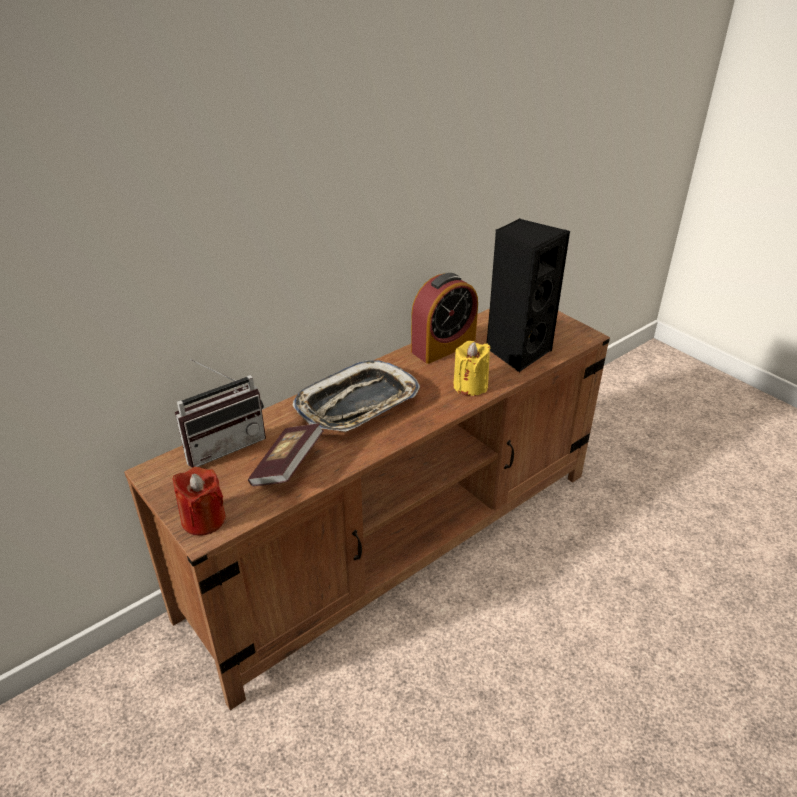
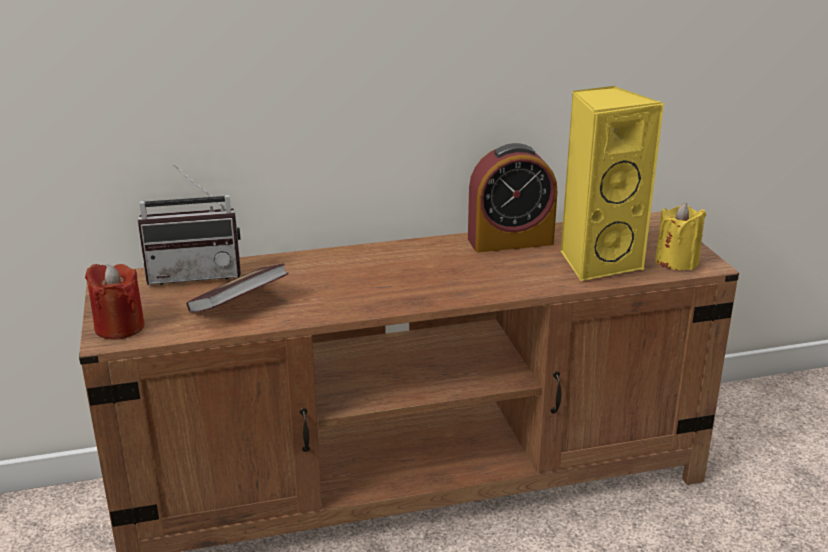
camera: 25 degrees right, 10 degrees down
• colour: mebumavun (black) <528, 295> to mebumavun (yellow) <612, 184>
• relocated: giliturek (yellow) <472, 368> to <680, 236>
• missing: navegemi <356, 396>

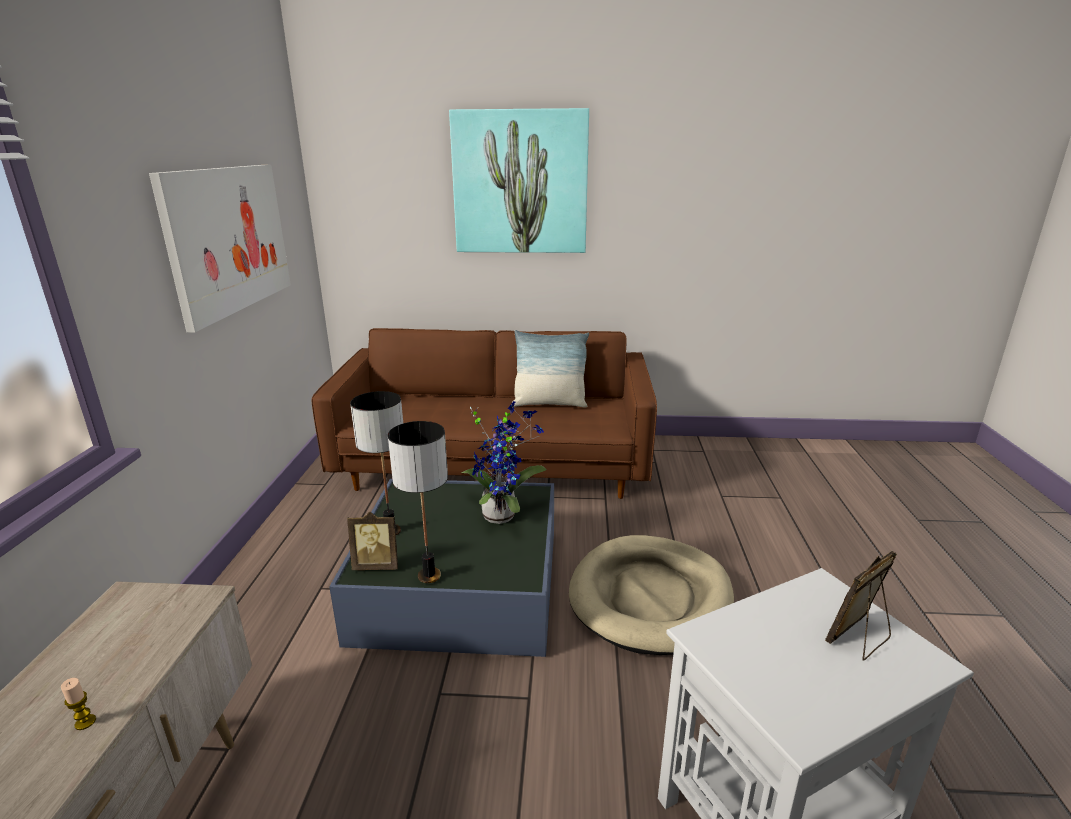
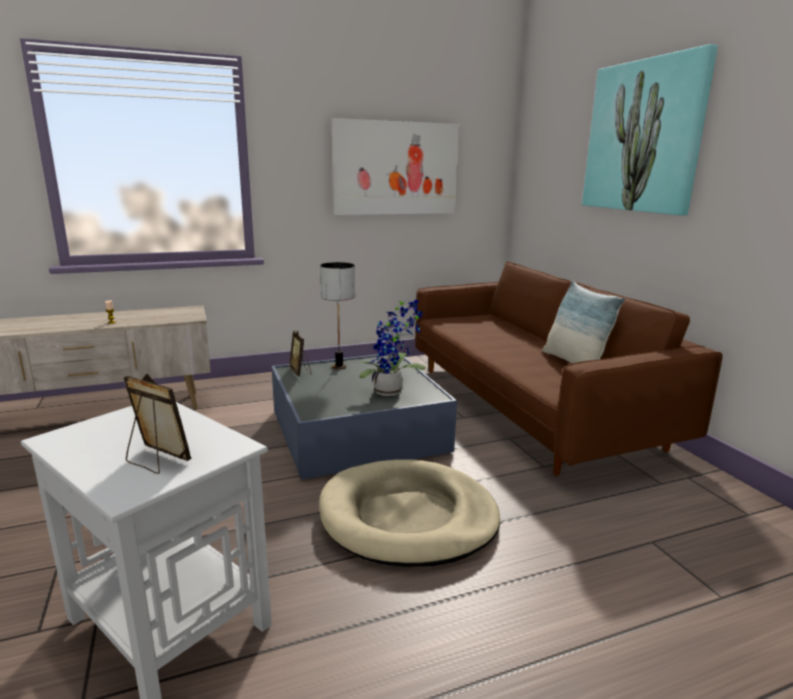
camera: 65 degrees right, 5 degrees down
• missing: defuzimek <418, 502>

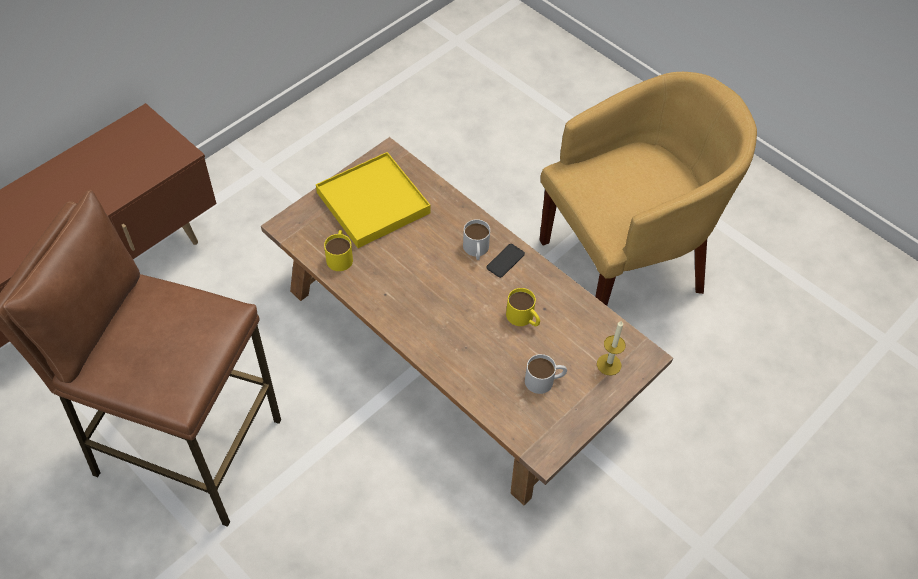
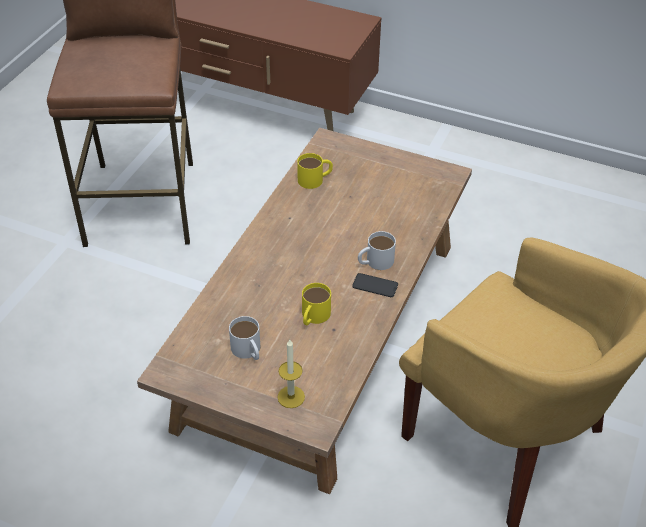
camera: 70 degrees right, 10 degrees down
• missing: navegemi (yellow) <373, 200>

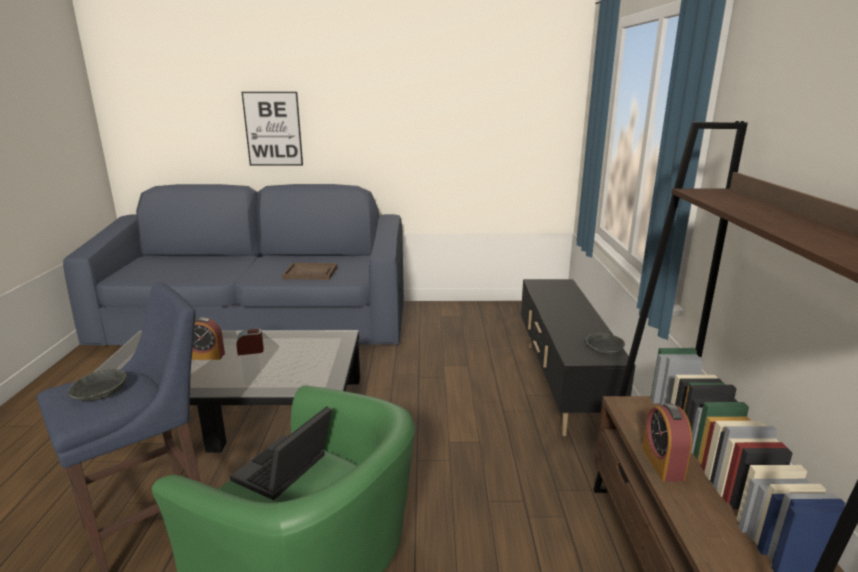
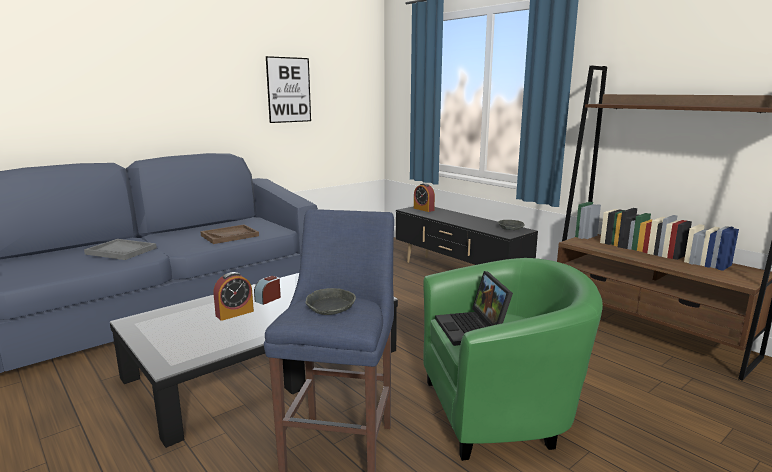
camera: 40 degrees left, 5 degrees down
• relocated: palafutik <272, 129> to <288, 89>
• relocated: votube <667, 442> to <424, 197>
• appeared: navegemi (grey) <120, 249>

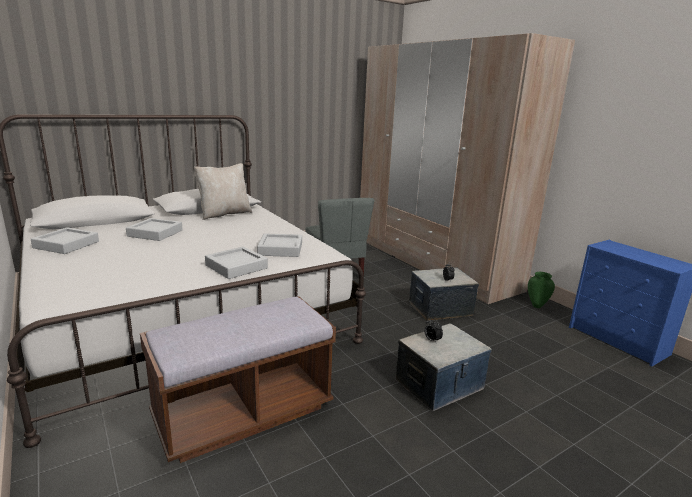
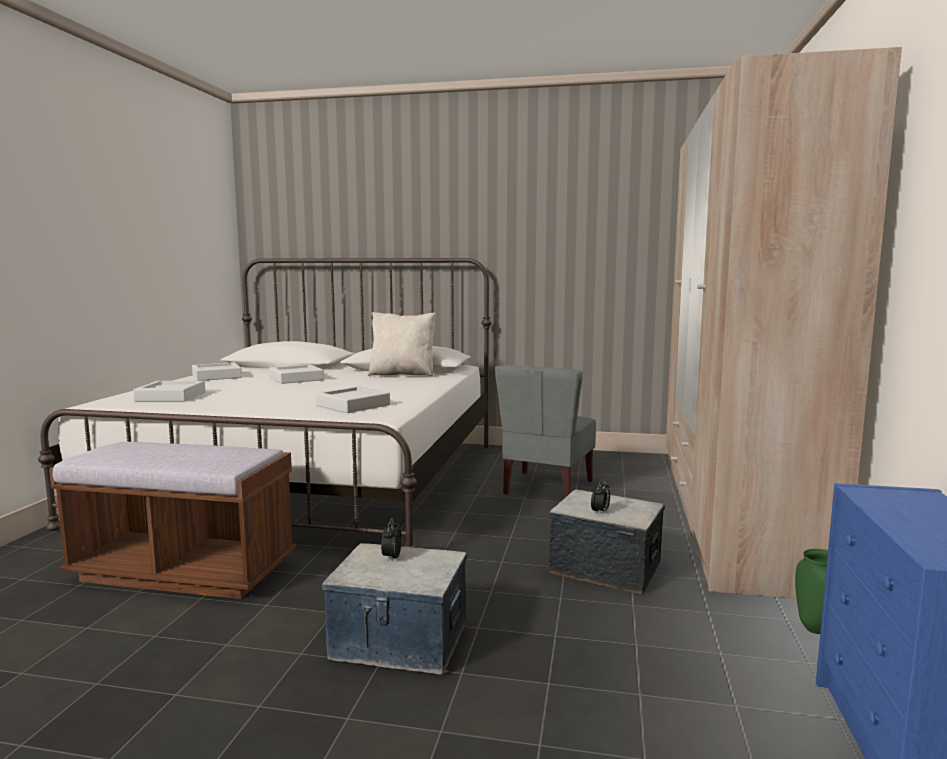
camera: 45 degrees right, 10 degrees down
• relocated: navegemi (grey) <236, 262> to <169, 391>

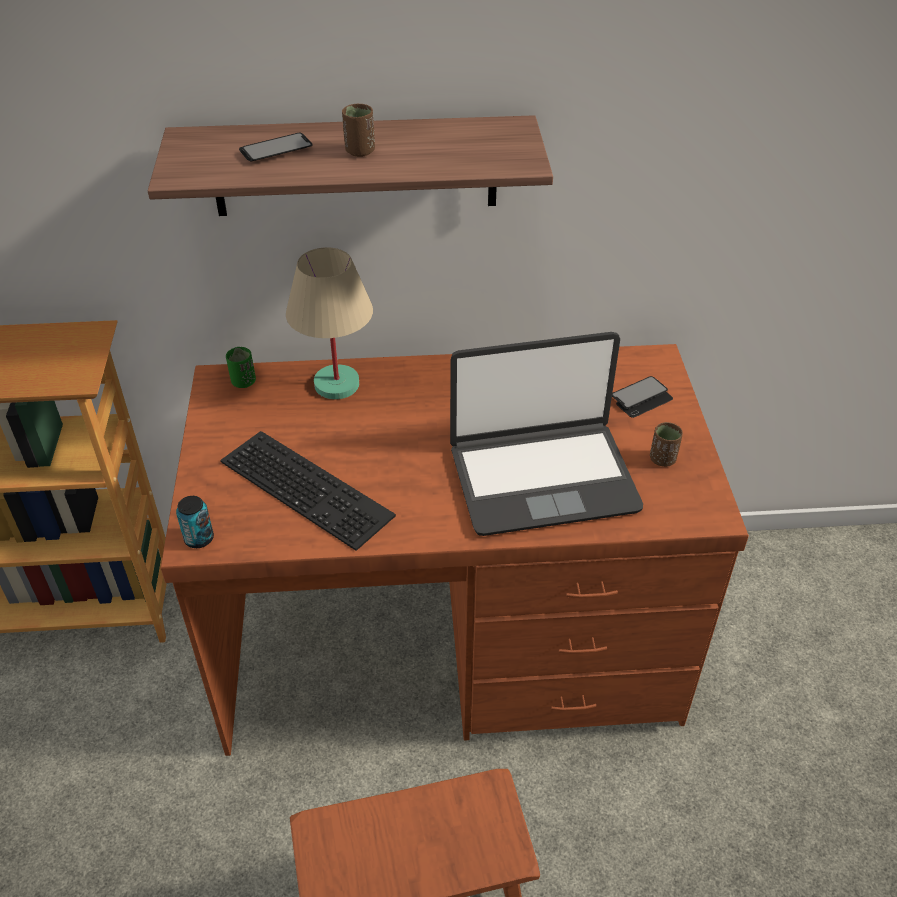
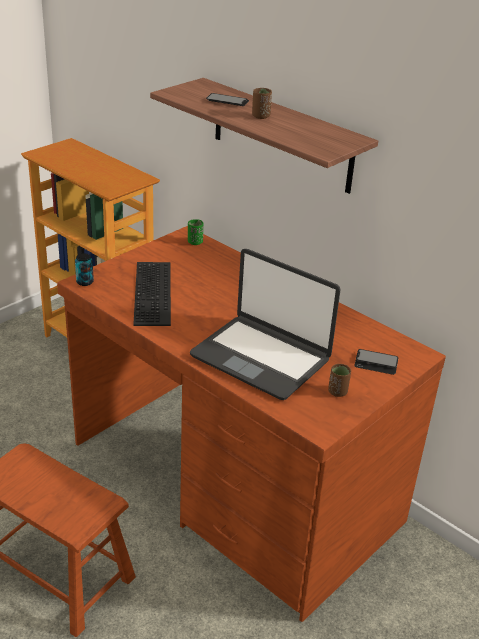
camera: 45 degrees right, 10 degrees down
• missing: defuzimek (beige) <329, 323>

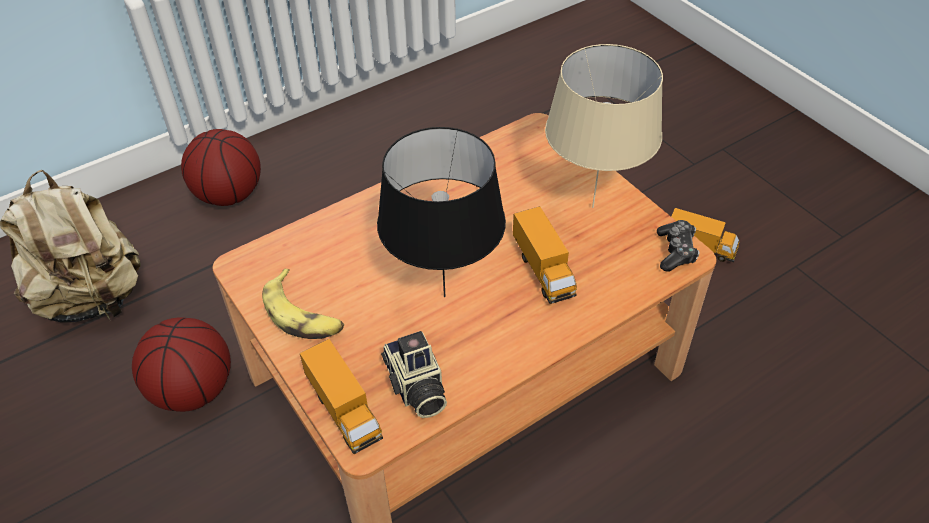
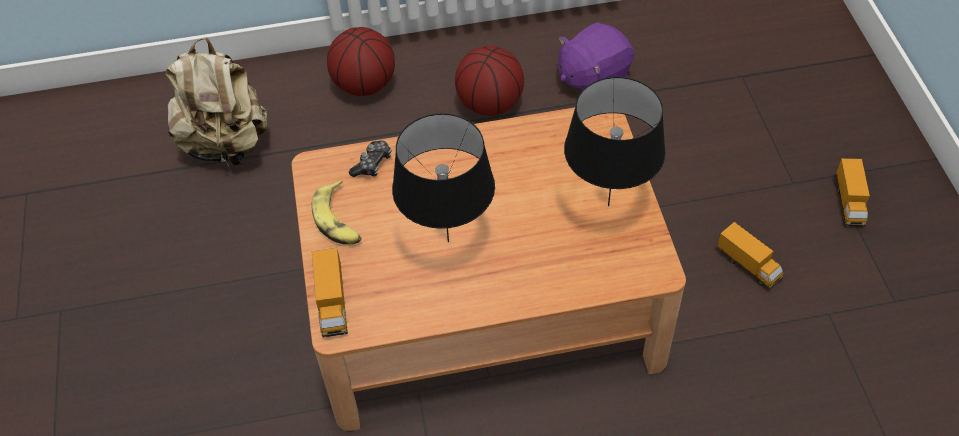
camera: 25 degrees right, 5 degrees up
• colour: defuzimek (beige) <604, 126> to defuzimek (black) <615, 141>
• relocated: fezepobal <545, 255> to <853, 192>
• relocated: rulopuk <678, 246> to <370, 159>
• relocated: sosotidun <181, 364> to <489, 81>
• missing: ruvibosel <414, 374>
• appeared: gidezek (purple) <596, 56>

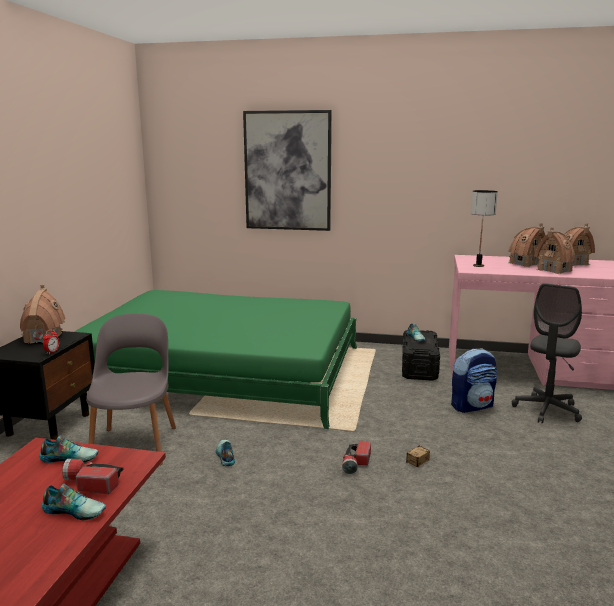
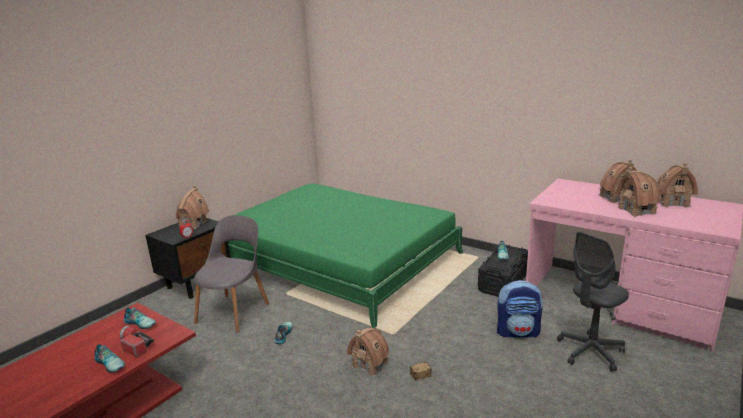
camera: 25 degrees right, 5 degrees up
• missing: palafutik <287, 170>
• missing: defuzimek <484, 228>
• exchanged: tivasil <356, 457> to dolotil <368, 352>

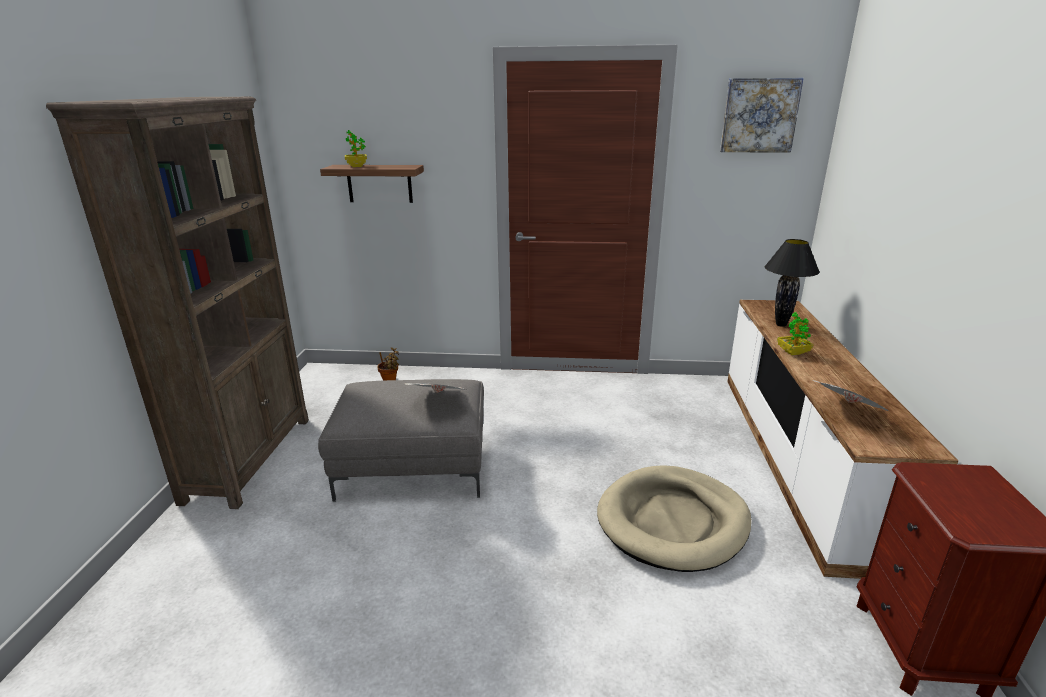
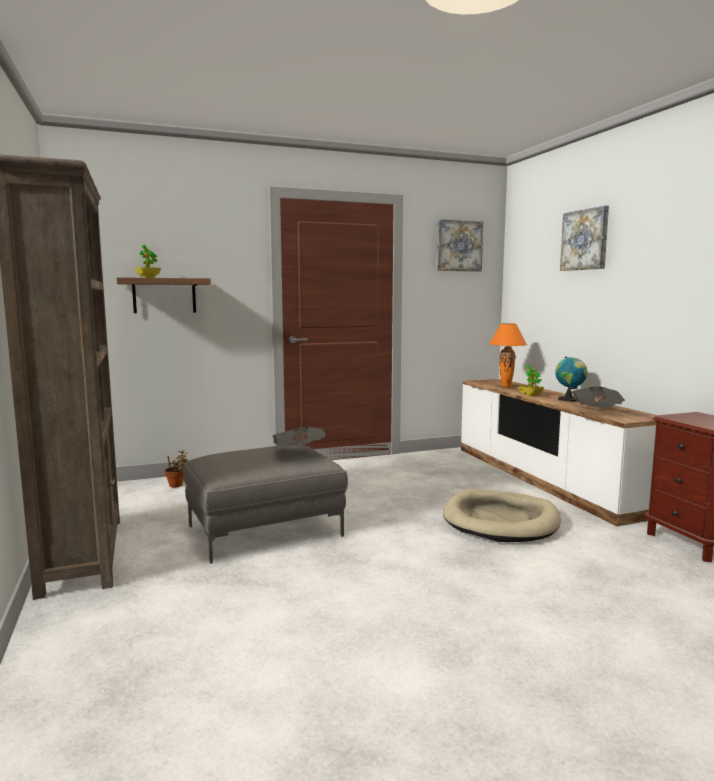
camera: 25 degrees left, 15 degrees down
• colour: defuzimek (black) <792, 283> to defuzimek (orange) <508, 355>
• appeared: palafutik <584, 238>
• appeared: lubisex <571, 379>

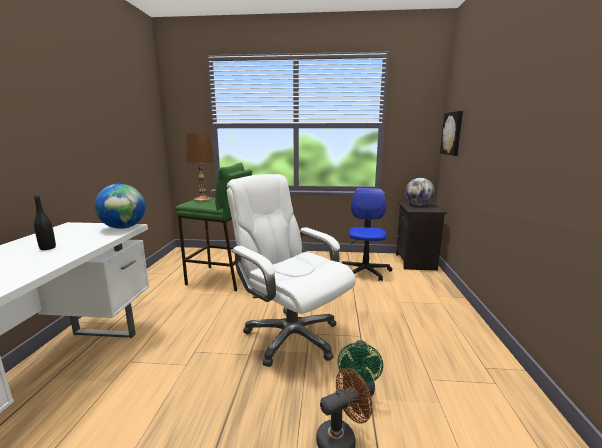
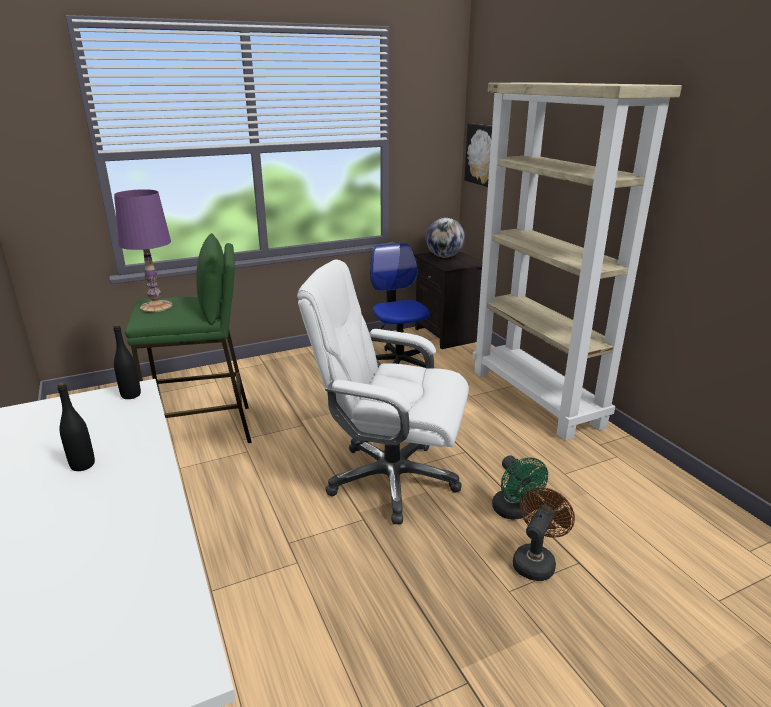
camera: 30 degrees left, 10 degrees up
• colour: defuzimek (brown) <200, 167> to defuzimek (purple) <143, 250>
• exchanged: lubisex <119, 206> to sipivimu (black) <127, 361>
• appeared: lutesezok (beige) <577, 261>

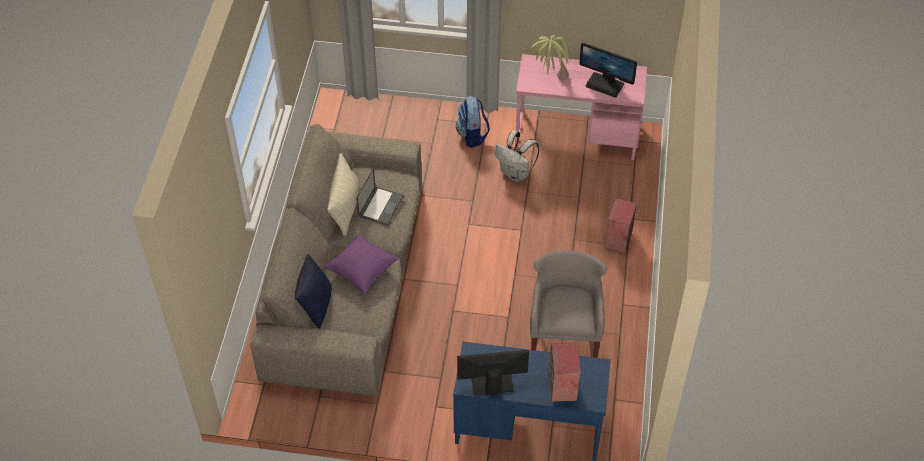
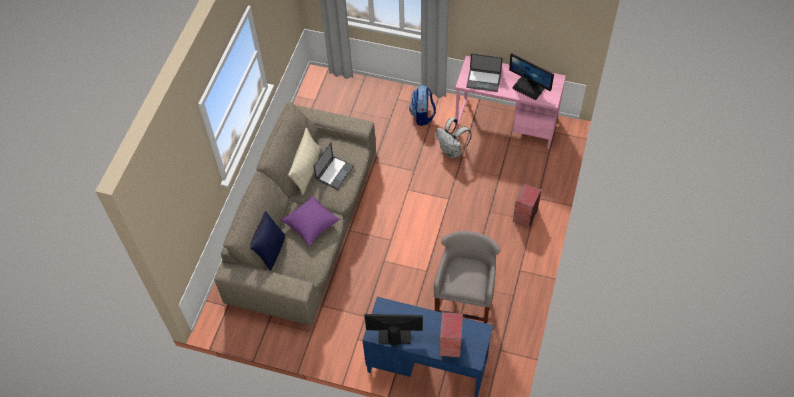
camera: 10 degrees right, 5 degrees up
• exchanged: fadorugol <549, 57> to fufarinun <484, 72>

